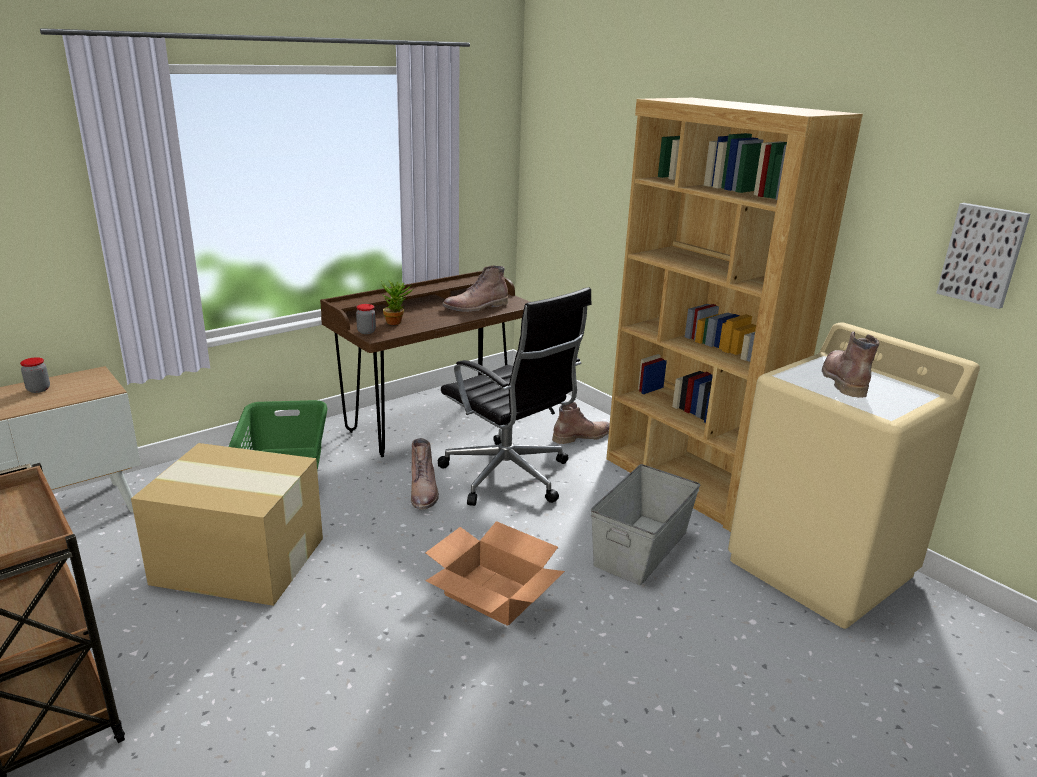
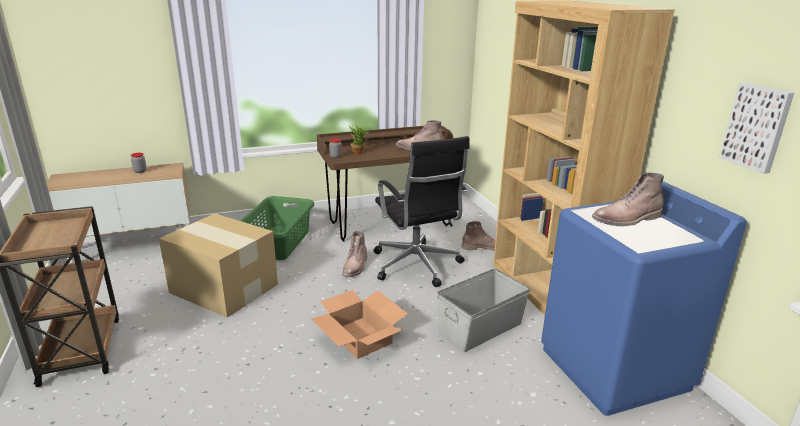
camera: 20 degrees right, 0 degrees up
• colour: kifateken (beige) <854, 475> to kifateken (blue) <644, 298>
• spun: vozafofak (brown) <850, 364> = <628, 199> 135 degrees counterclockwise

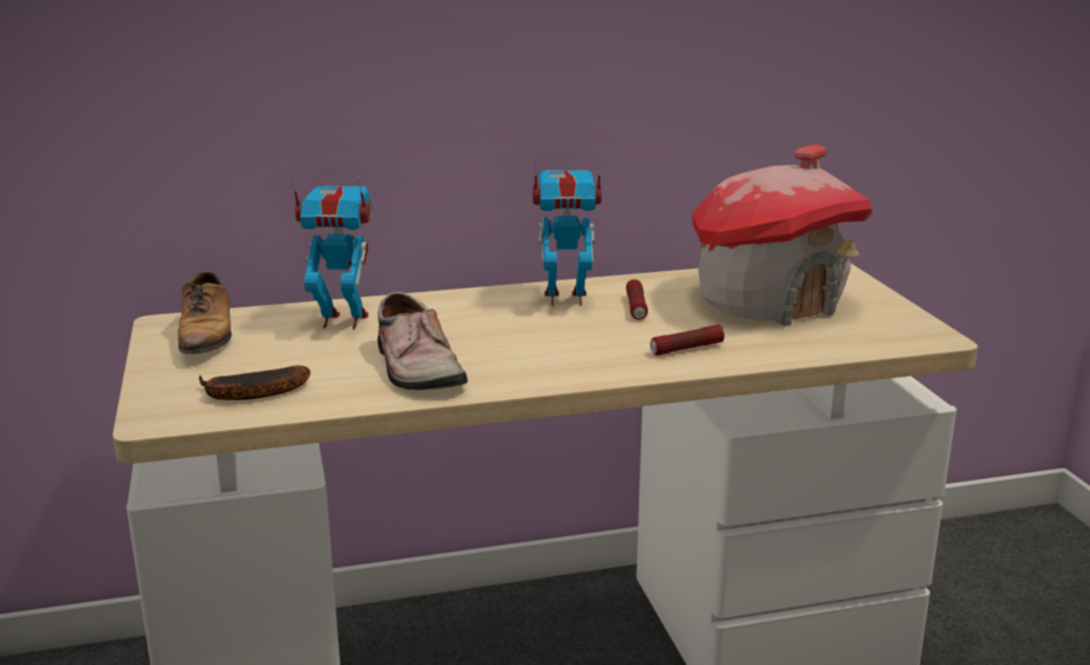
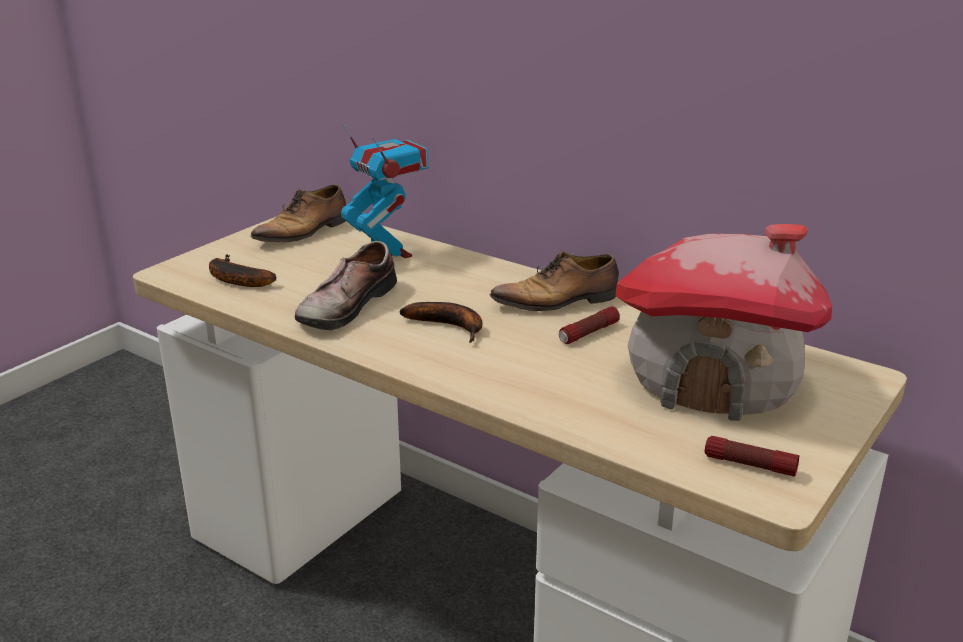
camera: 50 degrees right, 5 degrees up
• exchanged: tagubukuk <567, 232> to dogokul <554, 281>
• relocated: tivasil <687, 340> to <752, 456>
• appeared: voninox <441, 322>

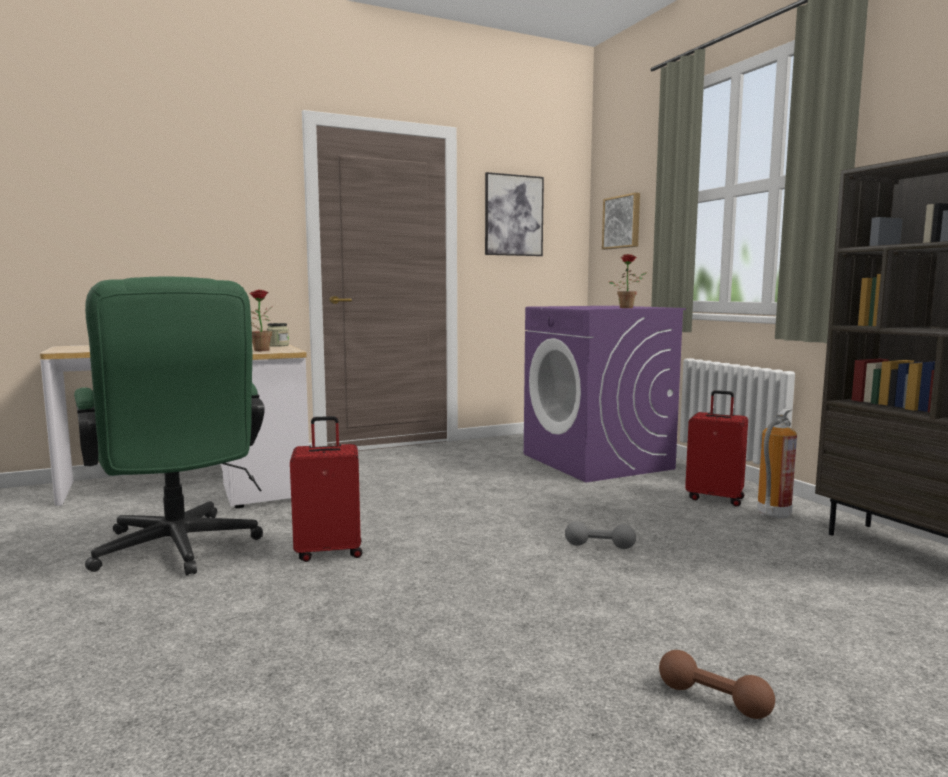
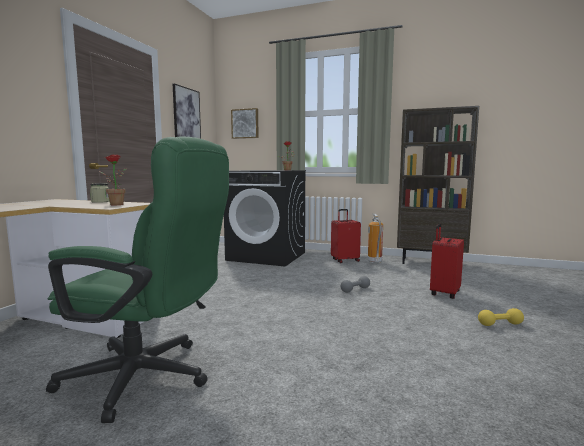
camera: 45 degrees left, 0 degrees up
• colour: kifateken (purple) <605, 394> to kifateken (black) <265, 218>
• relocated: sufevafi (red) <326, 489> to <447, 261>
• colour: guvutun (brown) <717, 684> to guvutun (yellow) <501, 317>

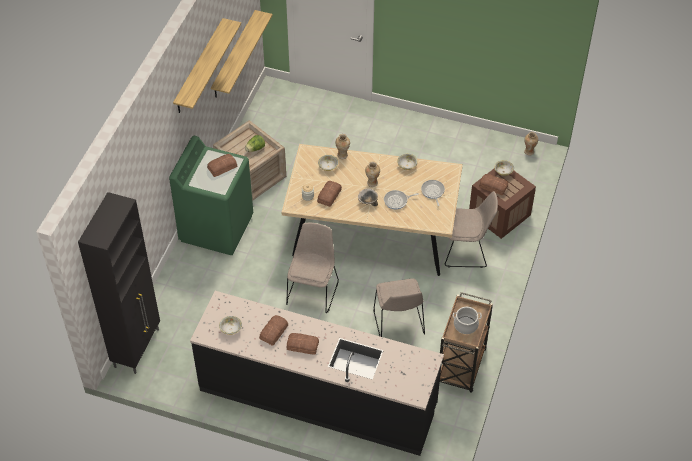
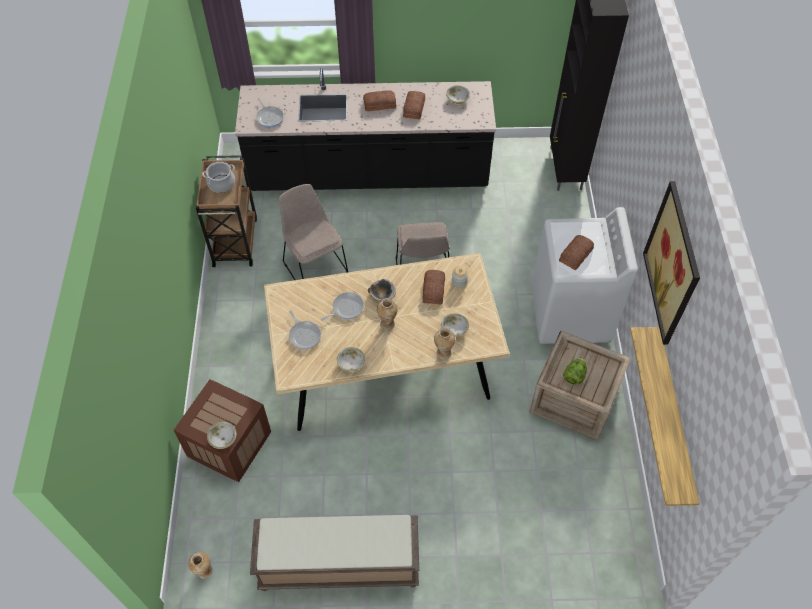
camera: 160 degrees right, 5 degrees up
• exchanged: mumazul <207, 65> to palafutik <671, 263>
• colour: kifateken (green) <211, 195> to kifateken (white) <584, 275>
• missing: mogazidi <493, 184>
• missing: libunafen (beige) <471, 229>
• appeared: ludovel <270, 113>
• appeared: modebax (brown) <334, 553>

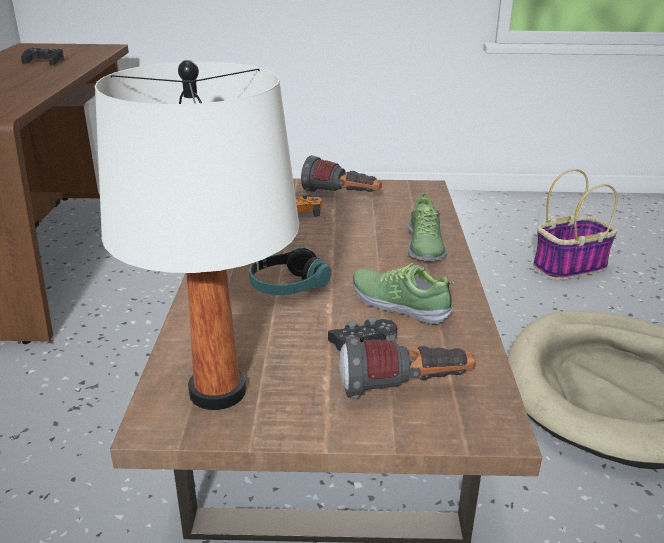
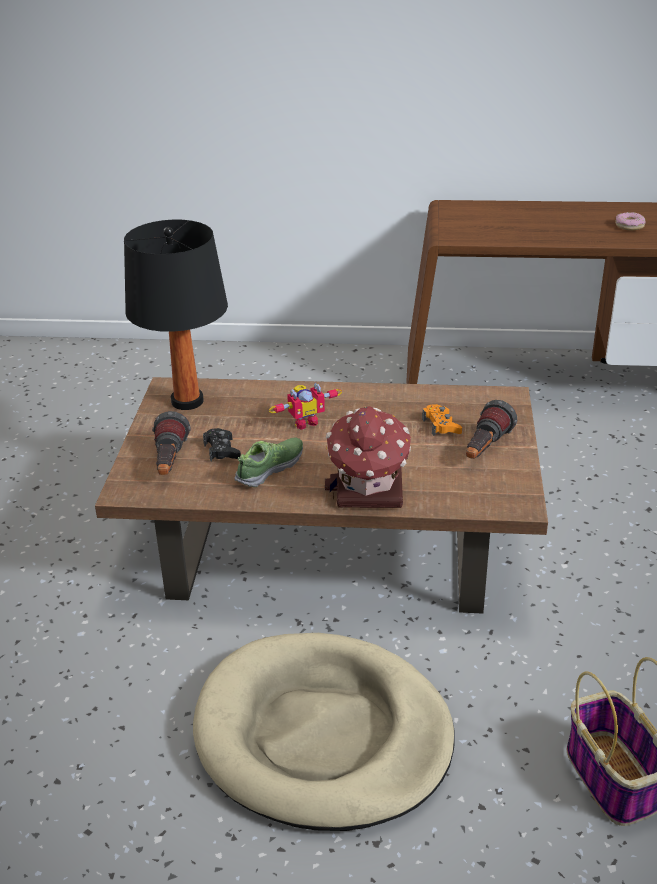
camera: 95 degrees right, 5 degrees up
• exchanged: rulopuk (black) <42, 56> to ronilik <630, 221>
• colour: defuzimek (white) <197, 235> to defuzimek (black) <176, 315>
• exchanged: dogokul <427, 227> to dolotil <368, 457>
• exchanged: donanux <290, 271> to tagubukuk <305, 406>

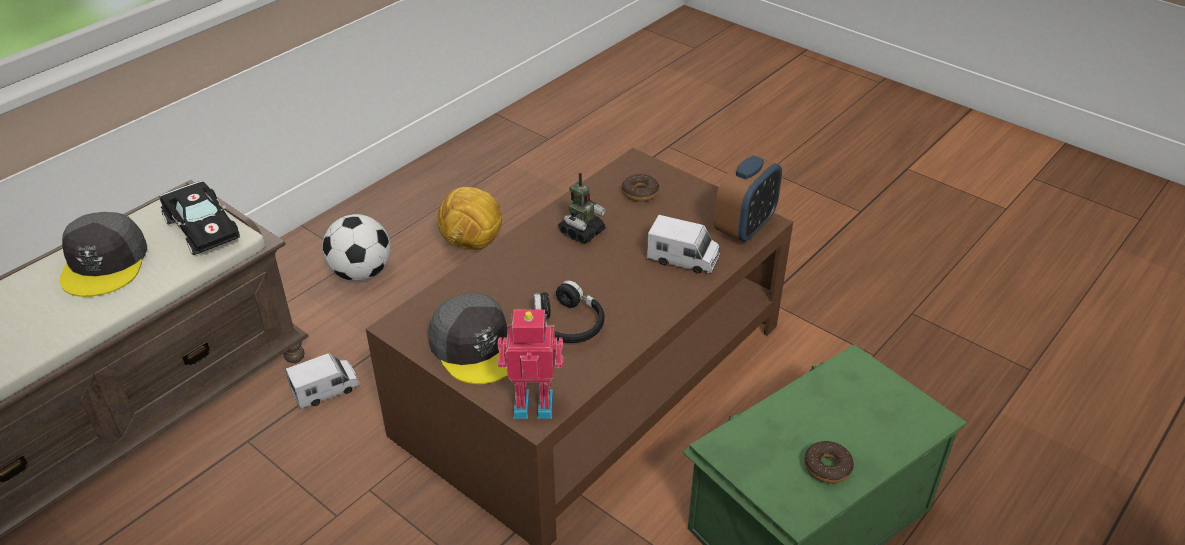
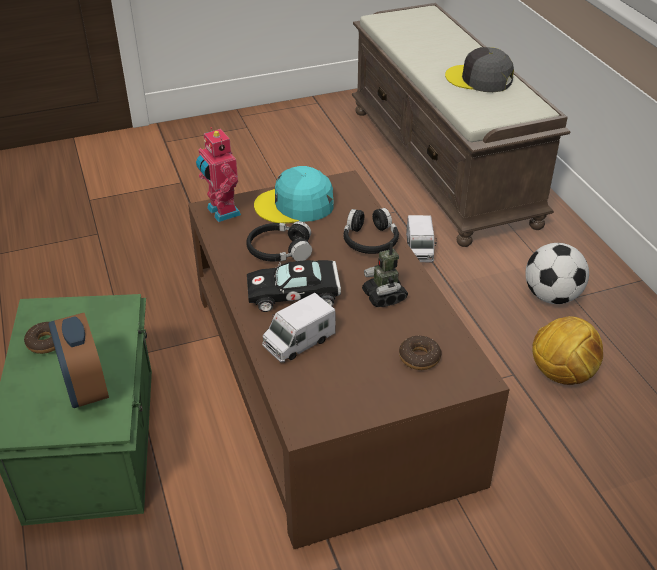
camera: 120 degrees right, 0 degrees up
• relocated: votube <748, 198> to <78, 360>
• relocated: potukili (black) <200, 218> to <294, 286>
• colour: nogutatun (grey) <468, 338> to nogutatun (turquoise) <294, 194>
• spun: tagubukuk <531, 364> = <218, 174> 120 degrees clockwise
• appeared: donanux (black) <371, 231>

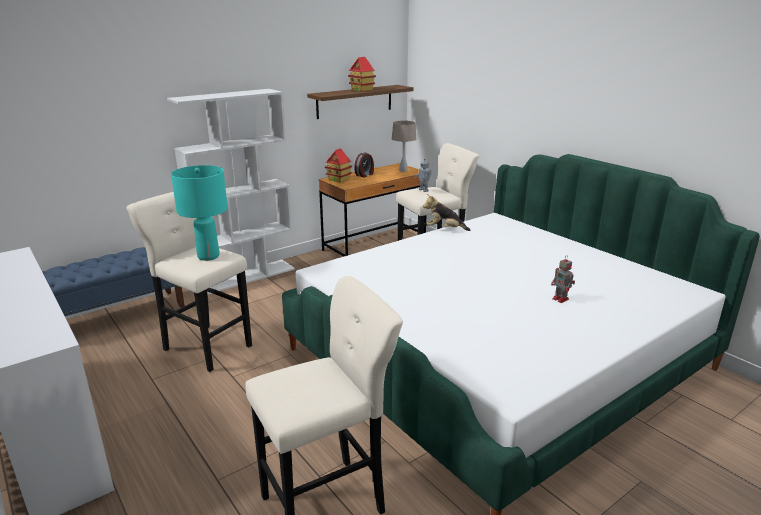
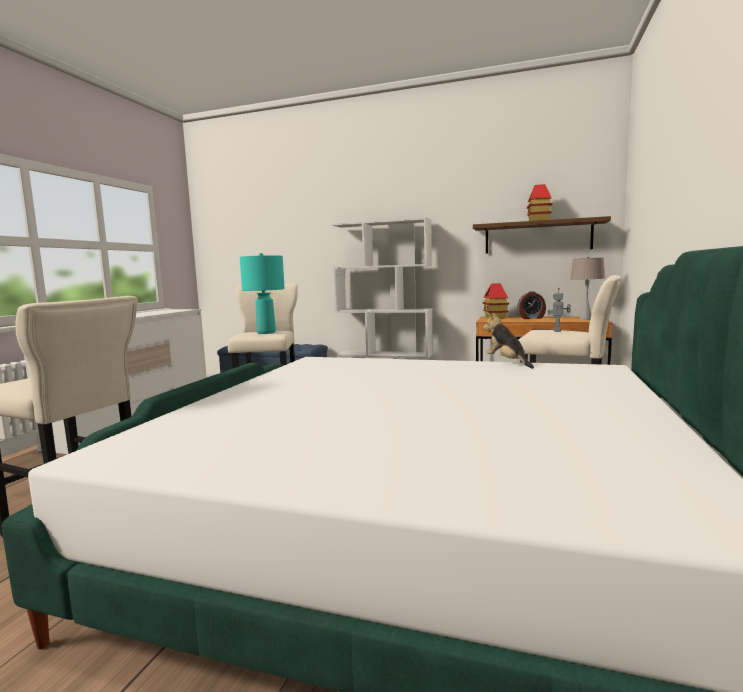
camera: 55 degrees right, 15 degrees down
• missing: tagubukuk <563, 279>

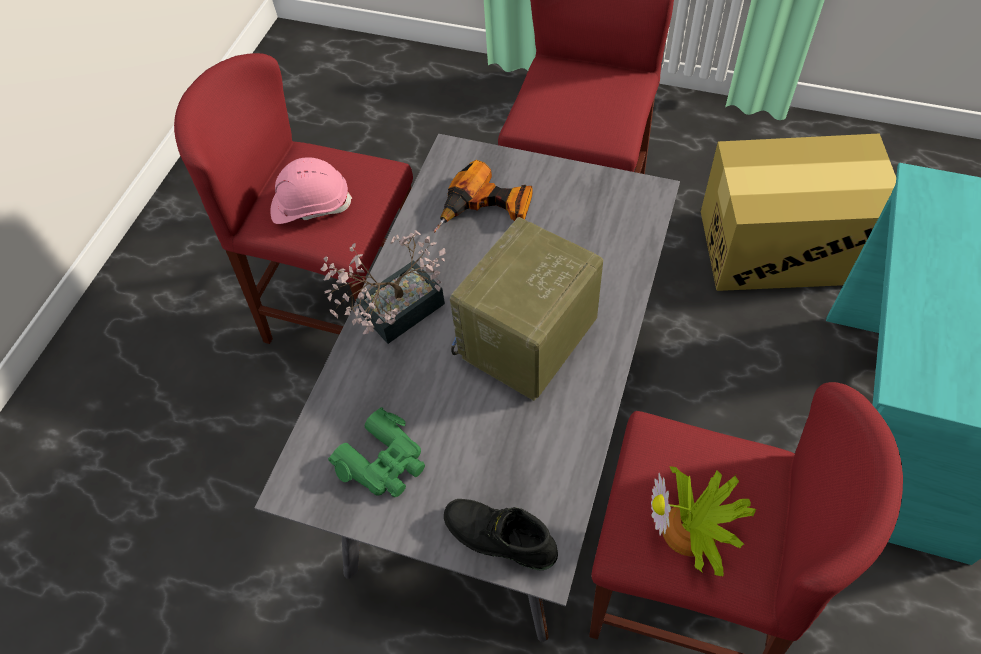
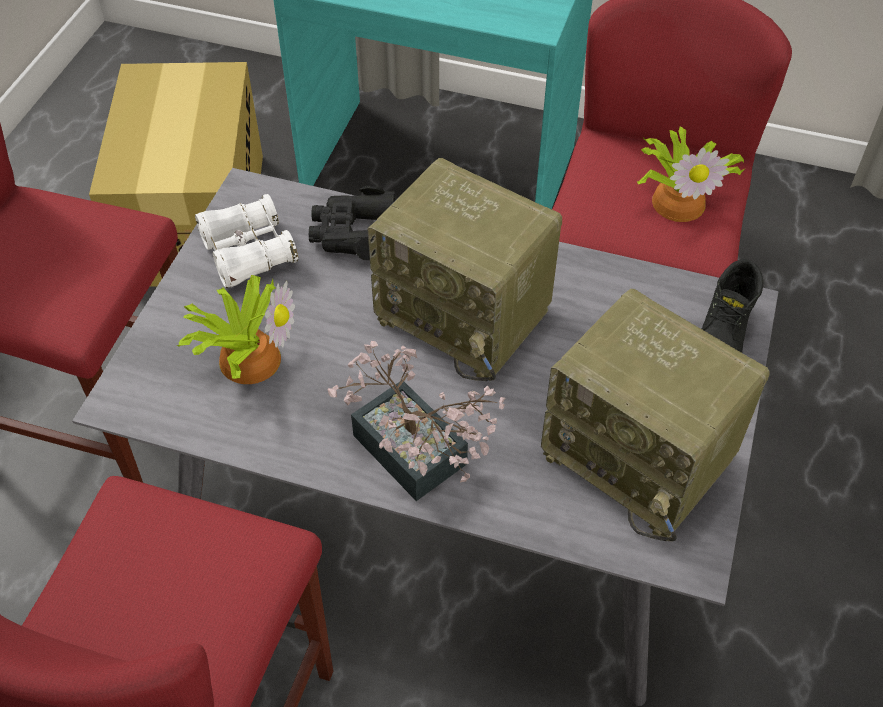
camera: 95 degrees left, 5 degrees down
• missing: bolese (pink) <311, 190>
• exchanged: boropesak <483, 196> to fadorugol <236, 329>
• exchanged: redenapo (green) <376, 452> to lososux <655, 415>
• appeared: redenapo (black) <352, 223>
• appeared: redenapo (white) <246, 241>

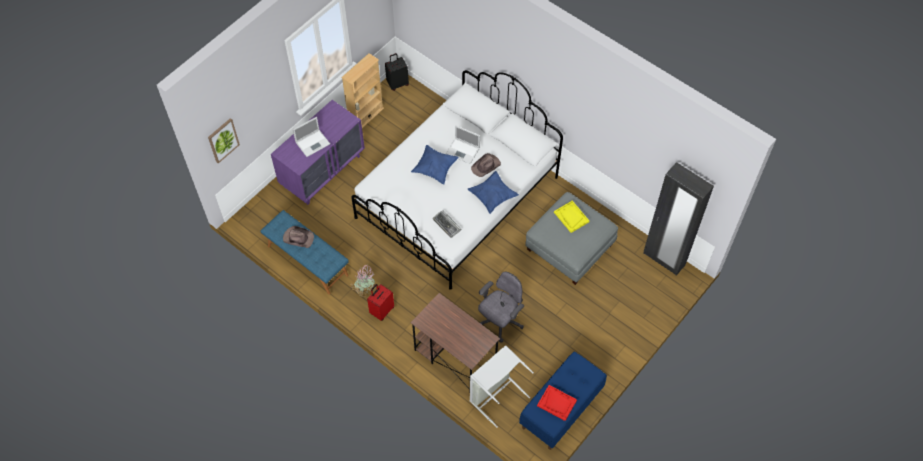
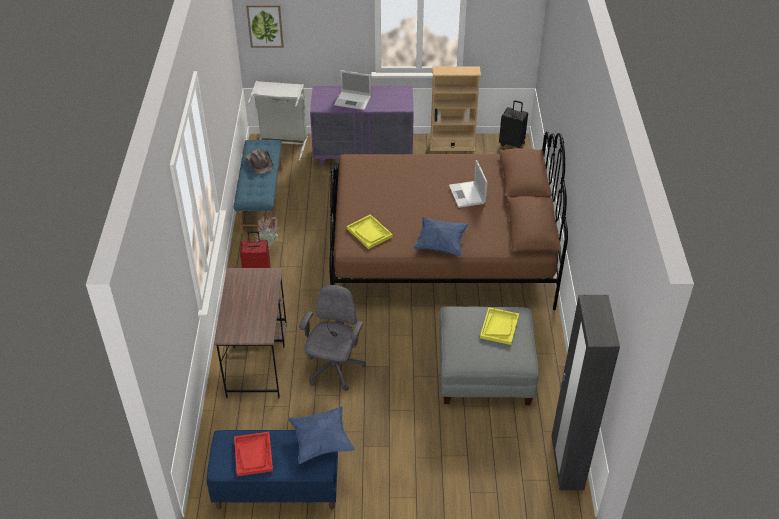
camera: 50 degrees right, 15 degrees down
• colour: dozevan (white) <457, 180> to dozevan (brown) <448, 220>
• relocated: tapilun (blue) <435, 165> to <321, 435>
• missing: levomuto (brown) <486, 165>
• exchanged: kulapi <447, 224> to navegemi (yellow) <370, 231>
• spun: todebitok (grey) <501, 307> = <332, 338> 75 degrees counterclockwise
• relocated: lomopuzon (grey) <502, 386> to <277, 121>

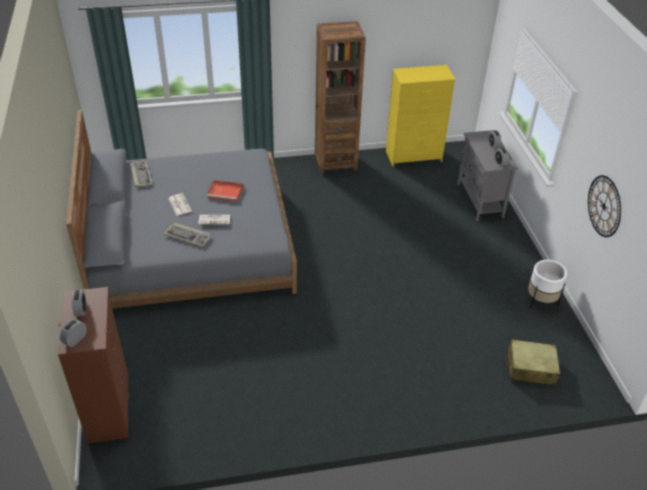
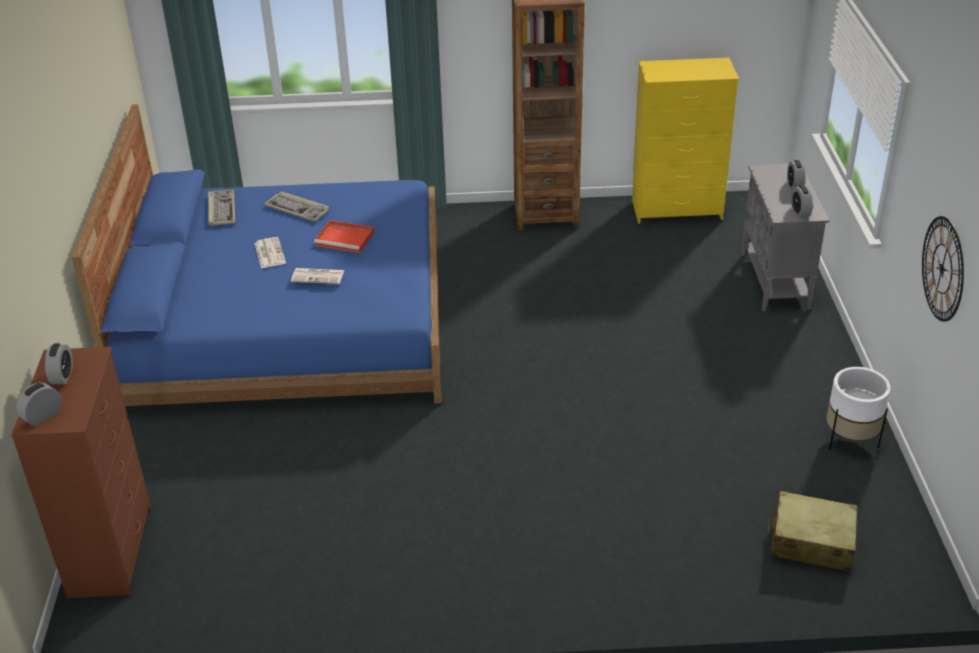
camera: 10 degrees right, 5 degrees down
• colour: dozevan (grey) <181, 209> to dozevan (blue) <257, 255>
• relocated: kulapi <187, 235> to <296, 206>

